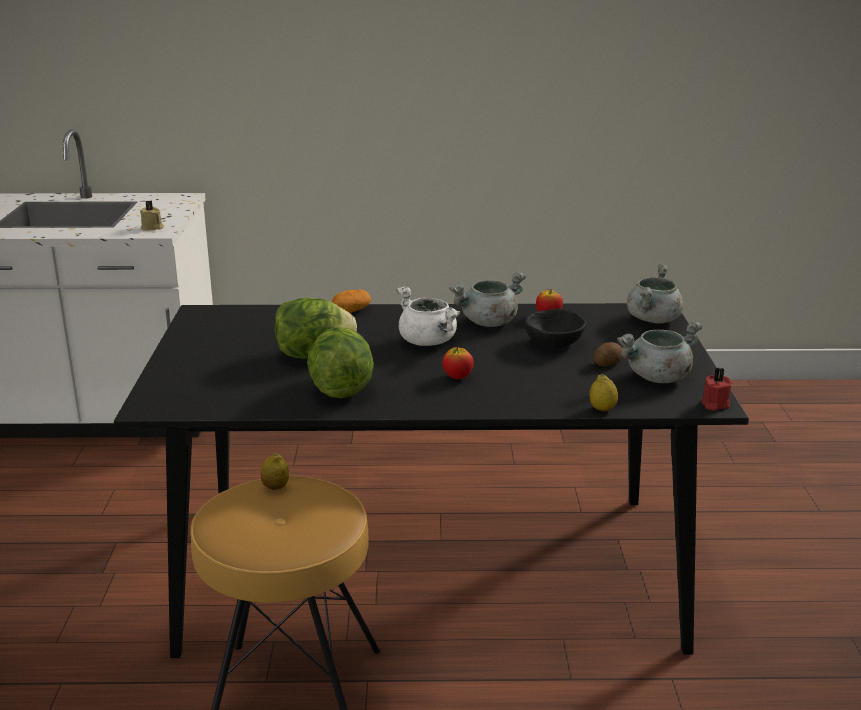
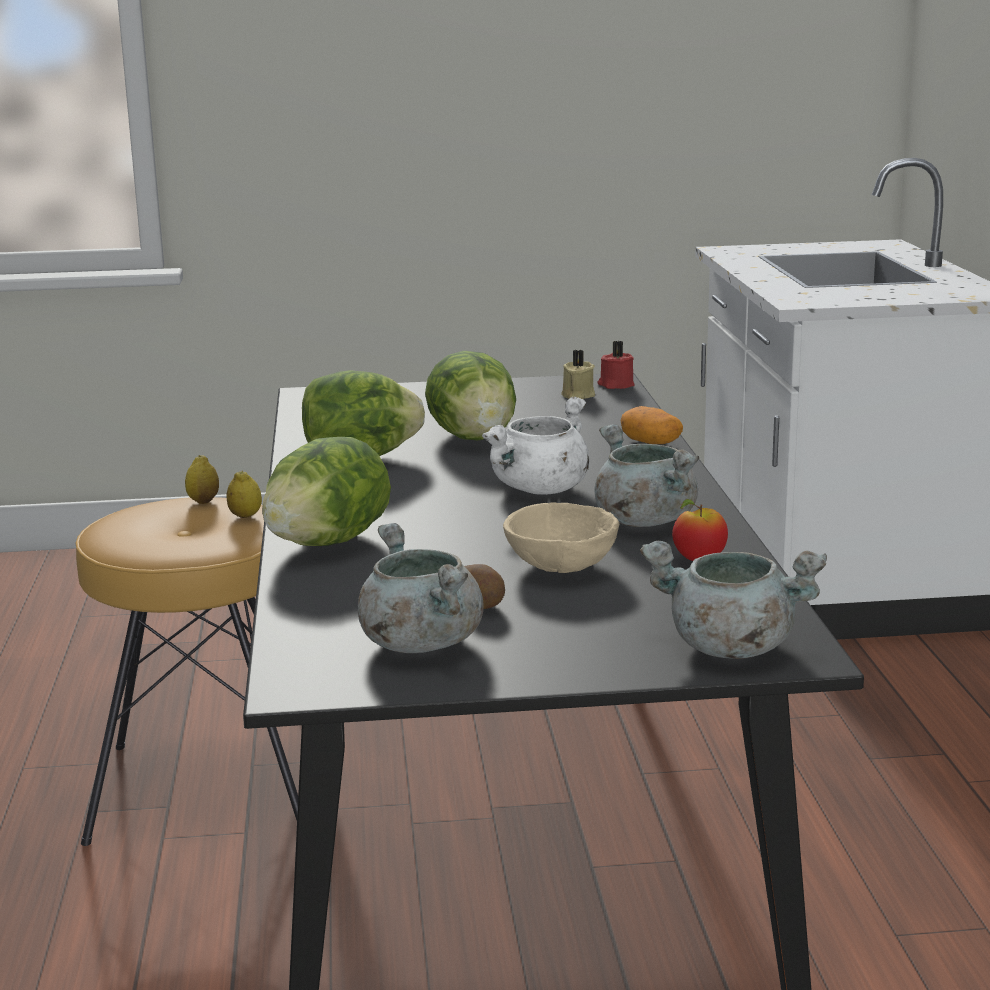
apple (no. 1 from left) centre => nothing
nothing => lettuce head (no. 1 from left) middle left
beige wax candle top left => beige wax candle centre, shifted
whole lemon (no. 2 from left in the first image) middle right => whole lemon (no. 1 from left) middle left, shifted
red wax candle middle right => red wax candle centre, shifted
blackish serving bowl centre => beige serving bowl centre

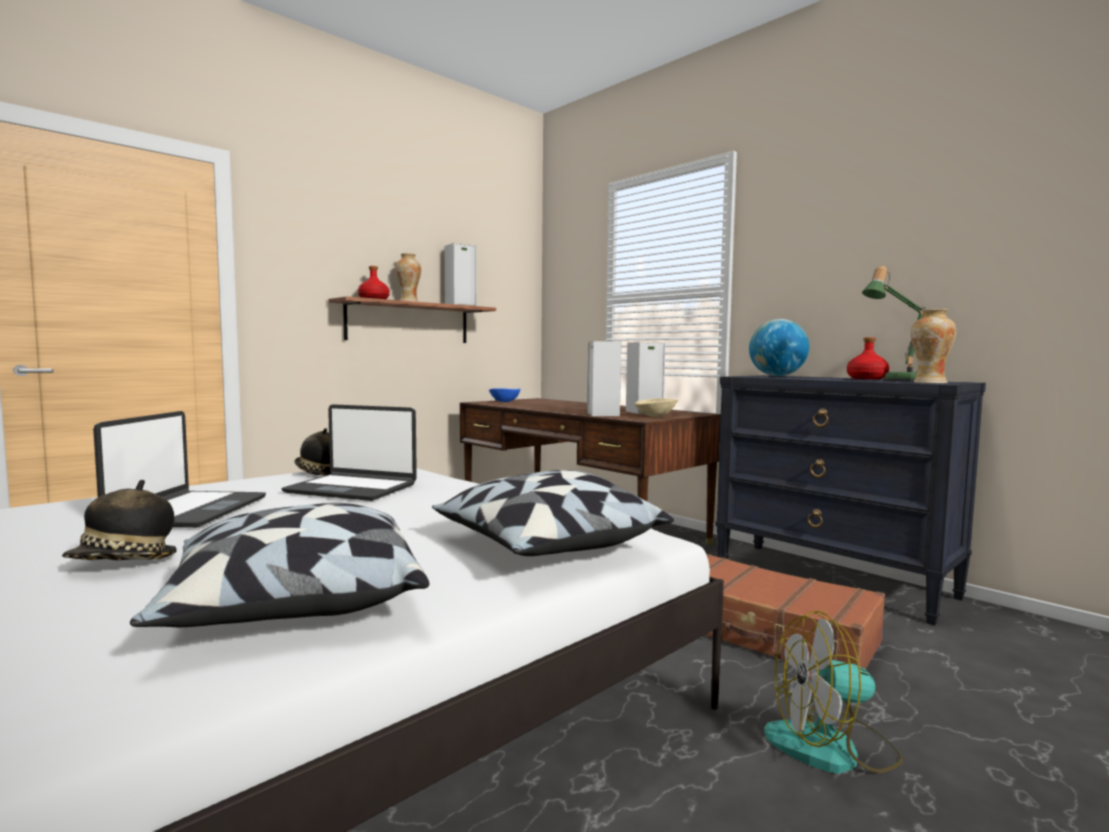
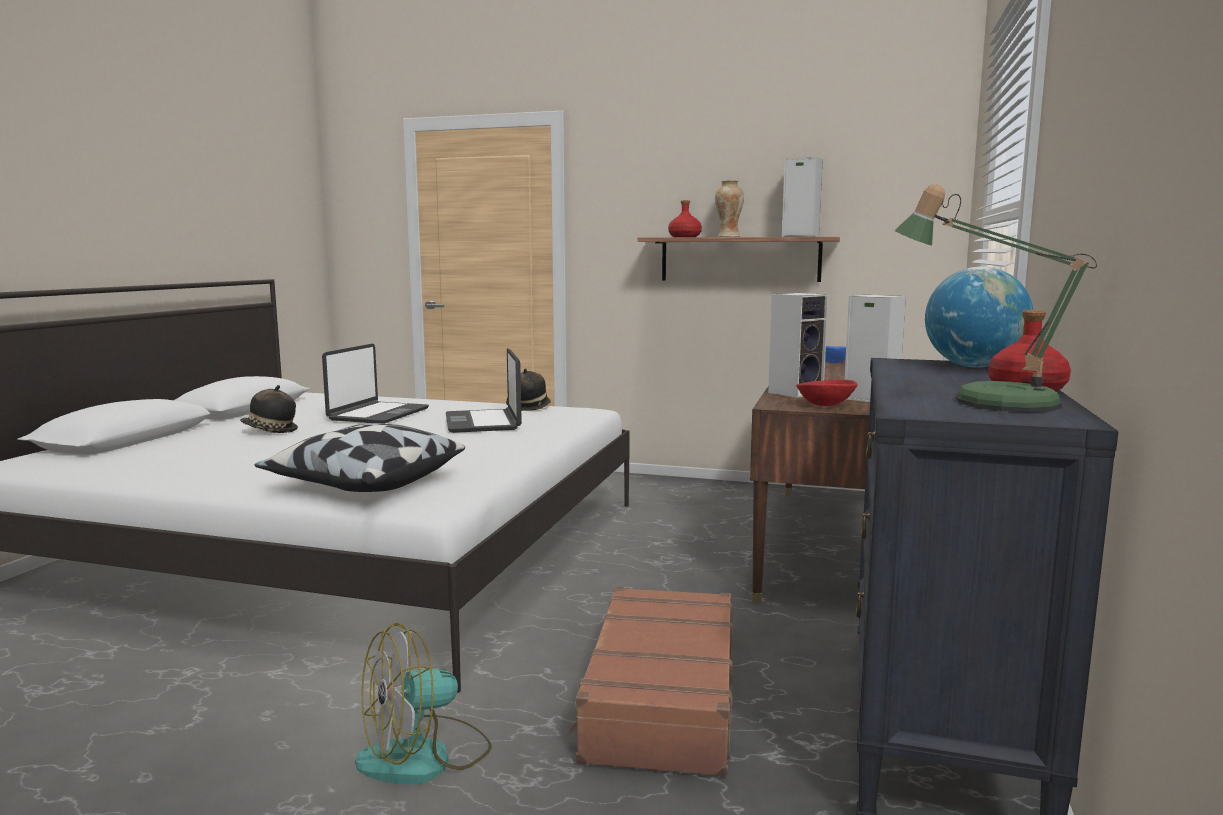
cushion (no. 1 from left) bottom left => nothing
decorative vase (no. 2 from left) middle right => nothing
beige serving bowl centre => red serving bowl middle right
notebook computer (no. 1 from left) middle left, 45 degrees counterclockwise
electric fan bottom right => electric fan bottom centre, 90 degrees counterclockwise

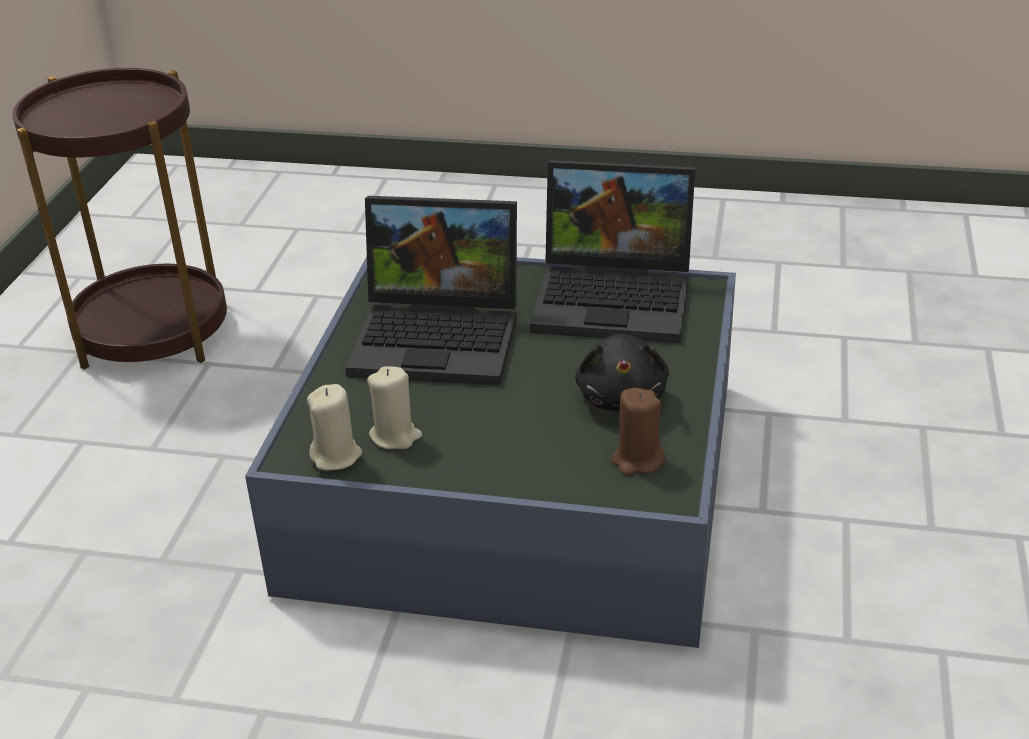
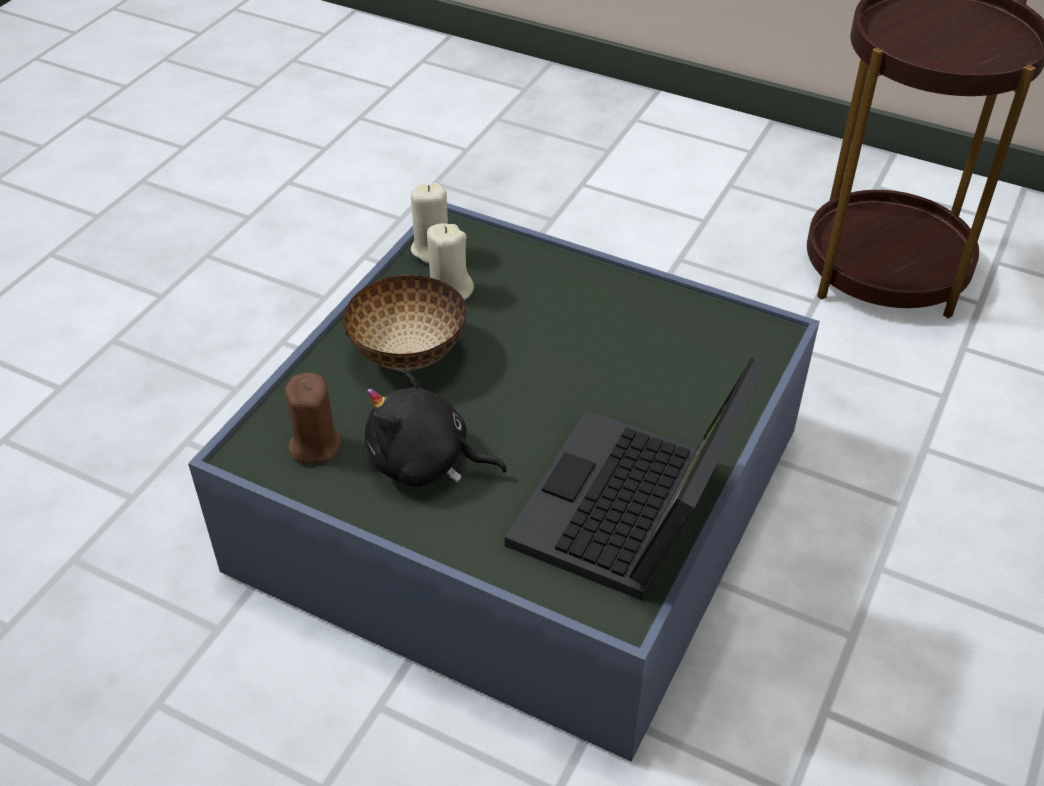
notebook computer (no. 1 from left) centre => nothing
nothing => serving bowl centre

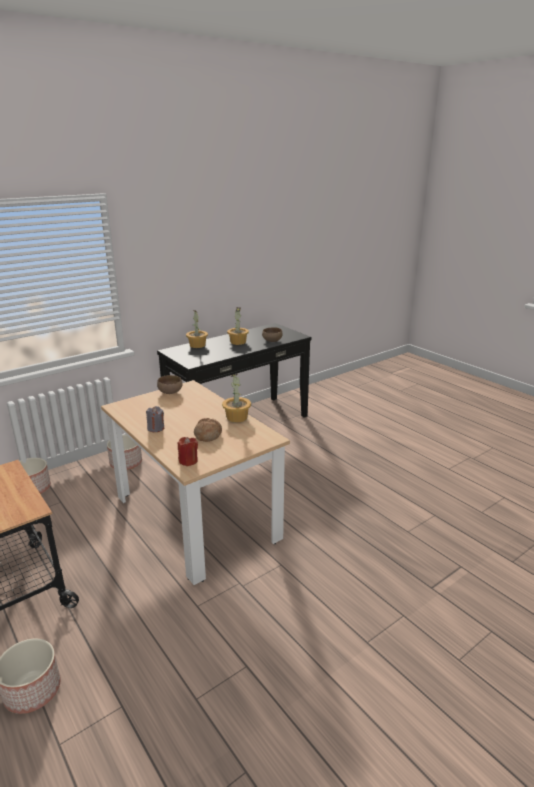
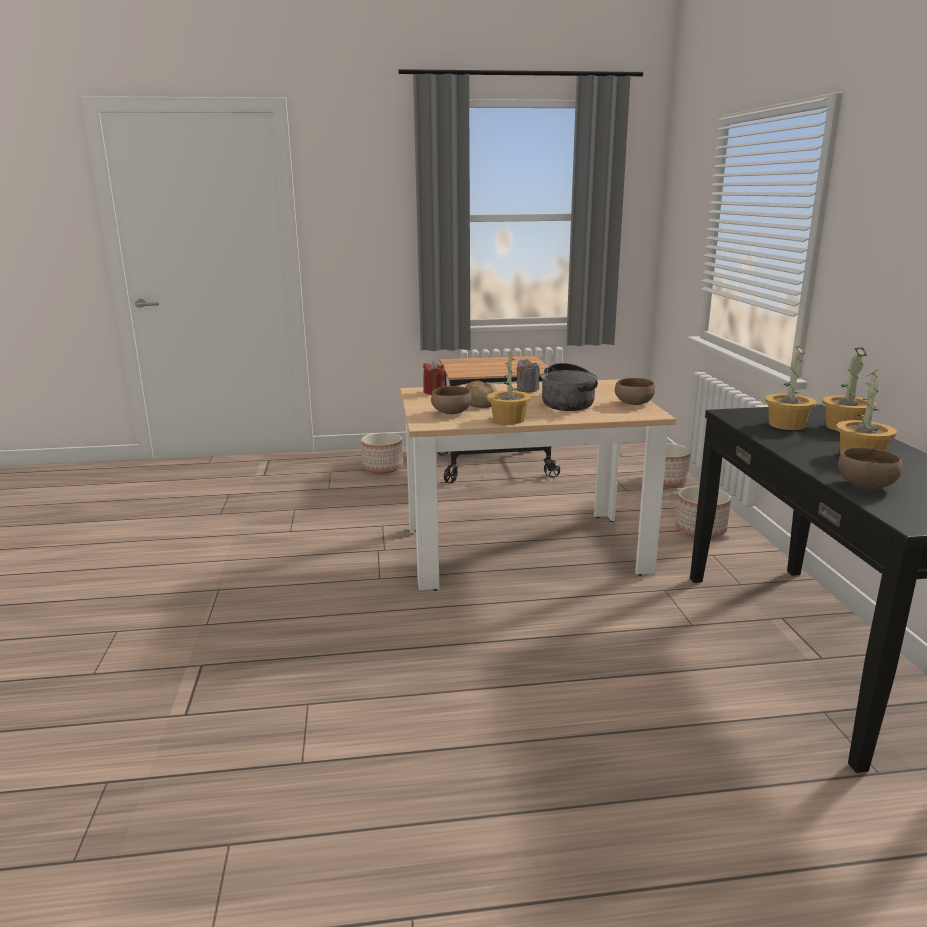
nothing => brown-coloured serving bowl (no. 1 from left) centre
nothing => saucepot centre
nothing => houseplant (no. 2 from left) middle right

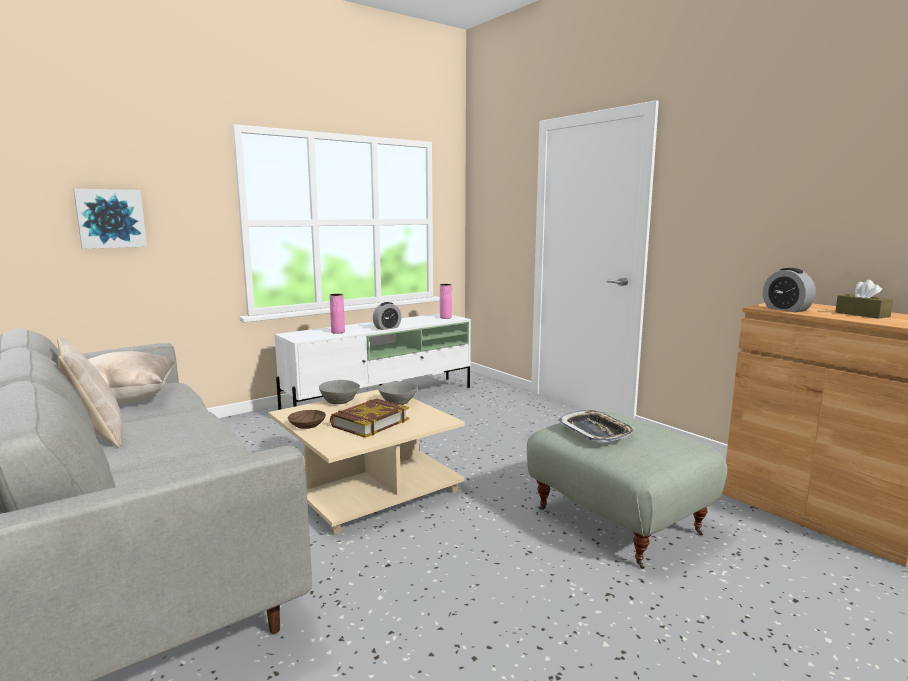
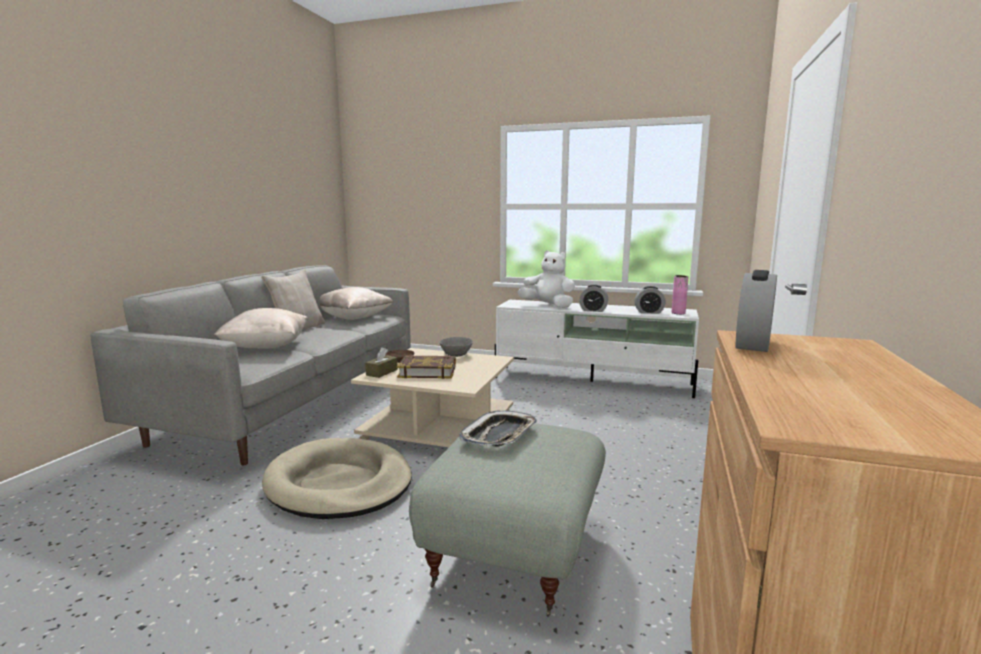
picture top left => nothing
gray serving bowl (no. 2 from left) centre => nothing
nothing => beige cushion (no. 1 from left) middle left
nothing => beige dog bed bottom centre
nothing => bedside clock (no. 2 from left) centre
brown-coloured box of tissues middle right => brown-coloured box of tissues centre, shifted
pink decorative vase (no. 1 from left) centre => whitish soft toy centre

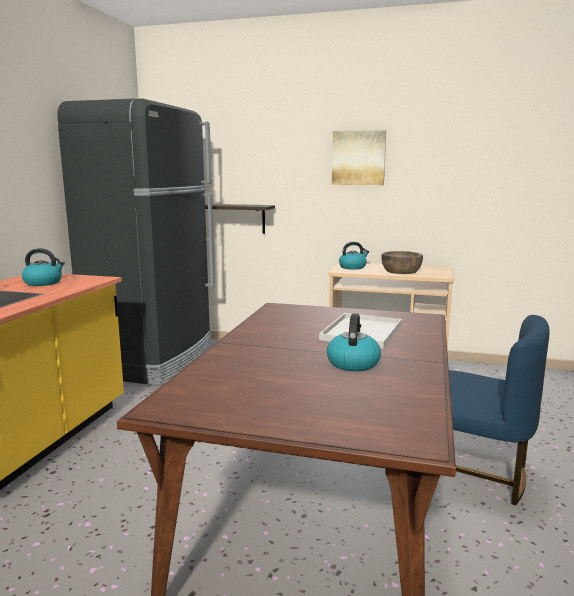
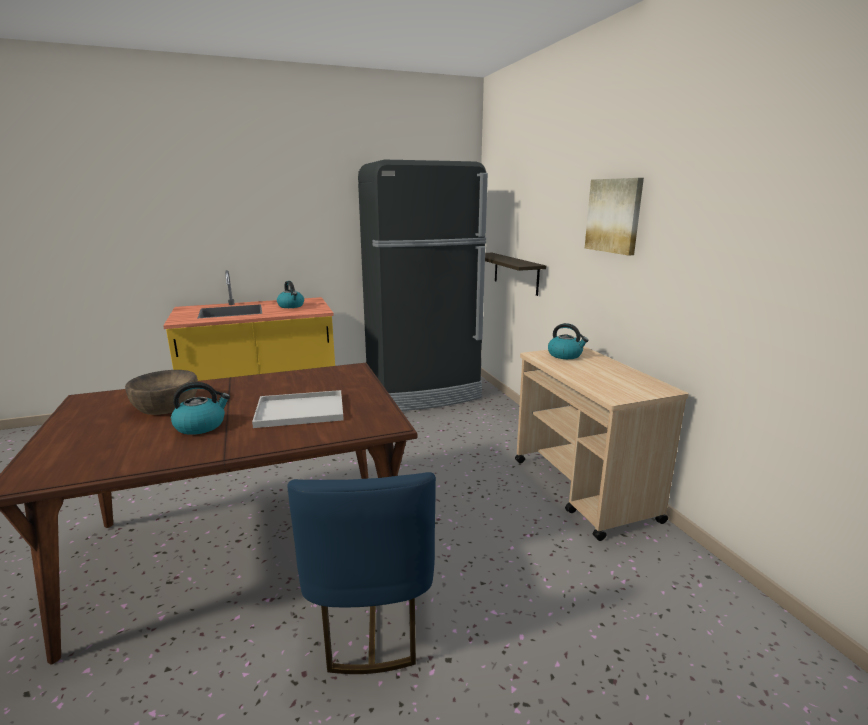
brown-coloured serving bowl middle right => brown-coloured serving bowl middle left, shifted

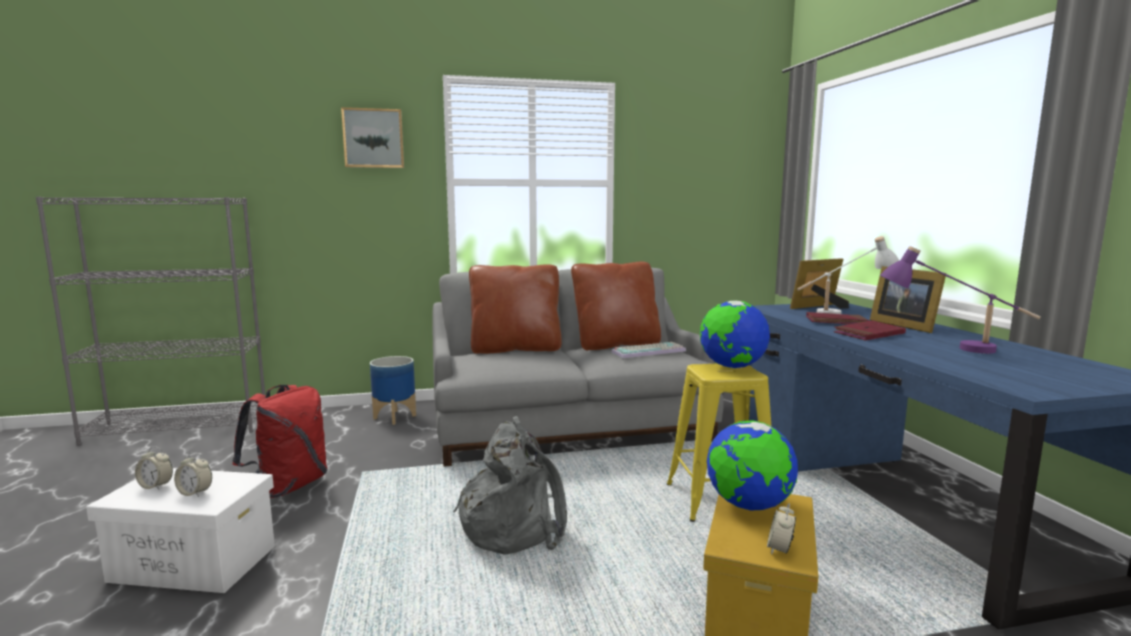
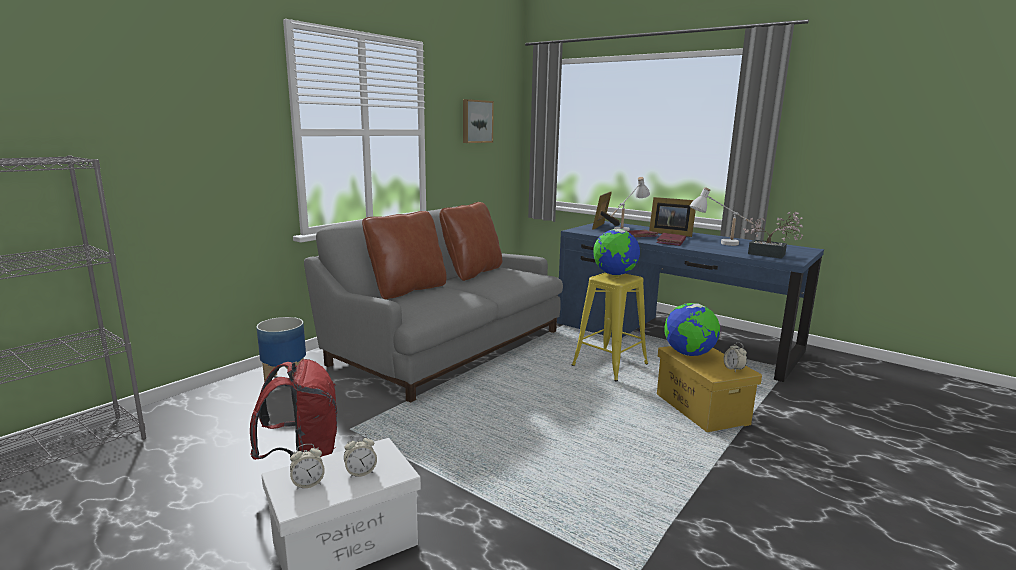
gray backpack bottom centre => nothing
computer keyboard centre => nothing
nothing => houseplant middle right
picture top left => picture top centre, shifted
purple lamp for a table middle right => whitish lamp for a table (no. 2 from left) middle right

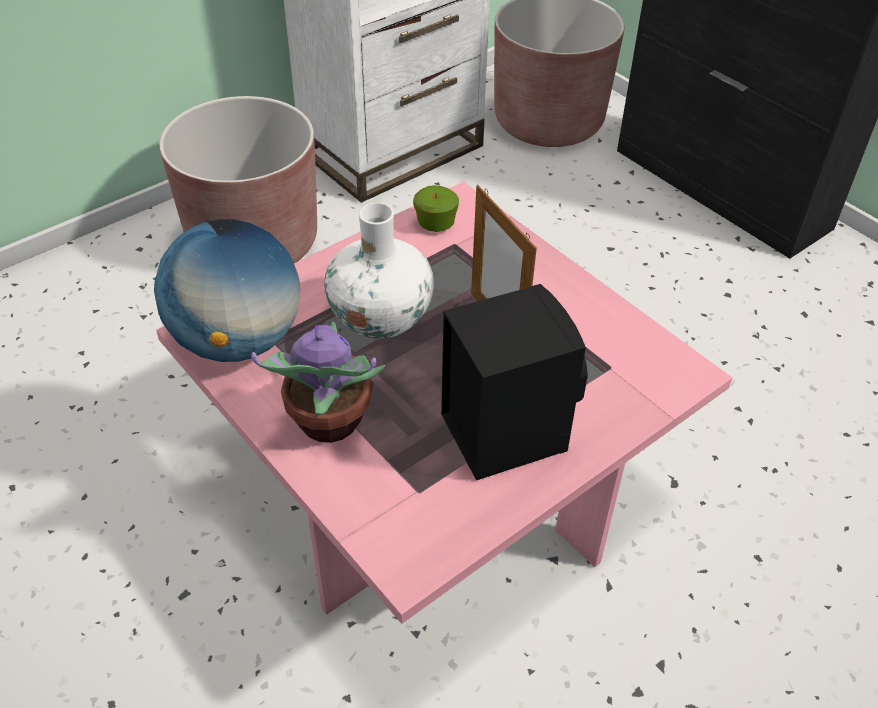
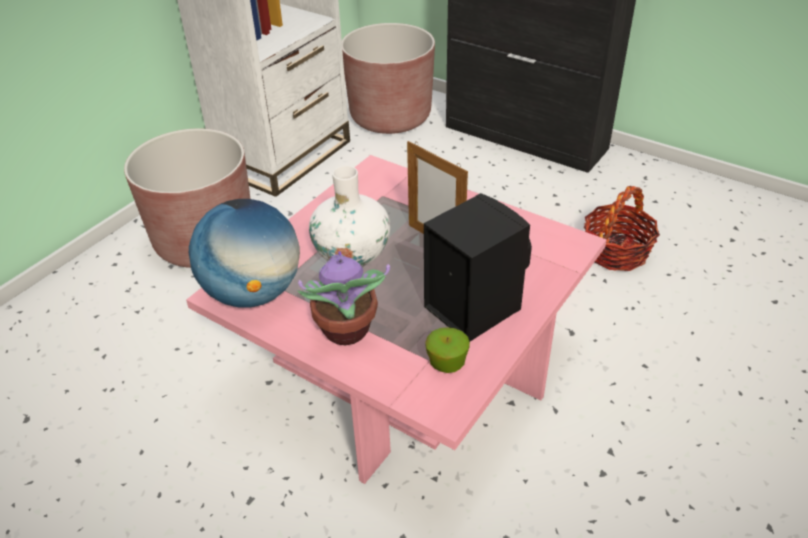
nothing => storage basket middle right
apple top centre => apple centre, shifted

